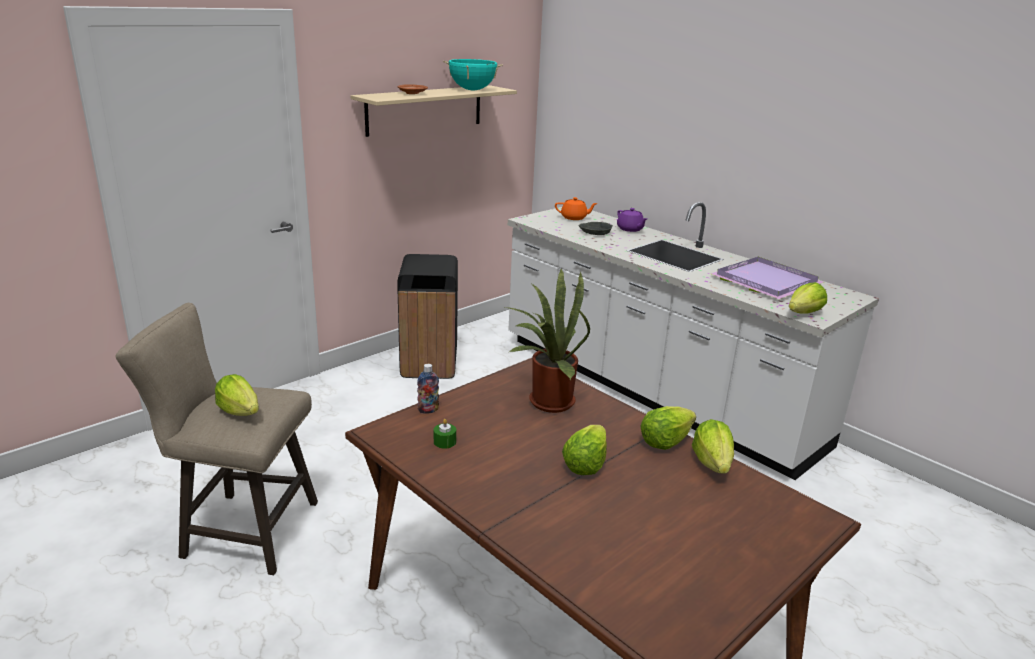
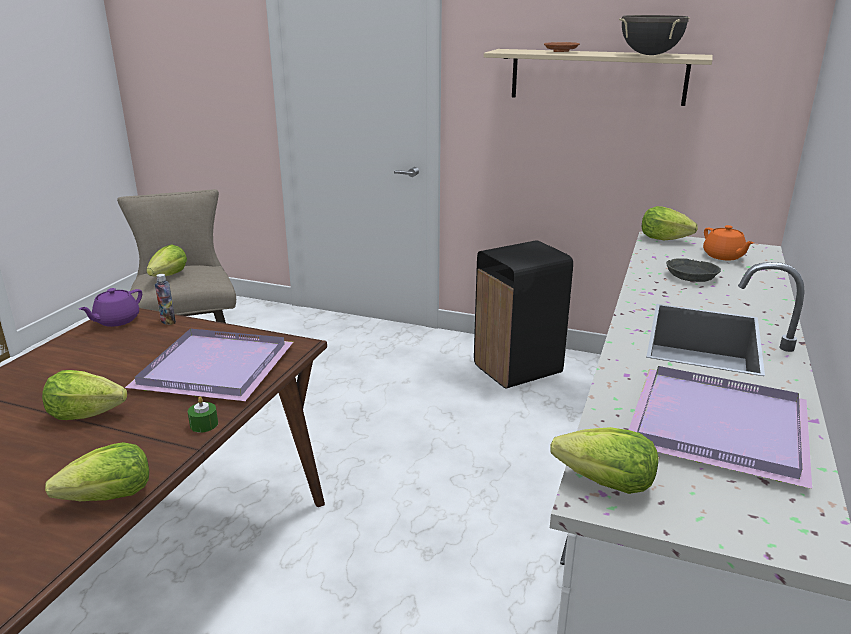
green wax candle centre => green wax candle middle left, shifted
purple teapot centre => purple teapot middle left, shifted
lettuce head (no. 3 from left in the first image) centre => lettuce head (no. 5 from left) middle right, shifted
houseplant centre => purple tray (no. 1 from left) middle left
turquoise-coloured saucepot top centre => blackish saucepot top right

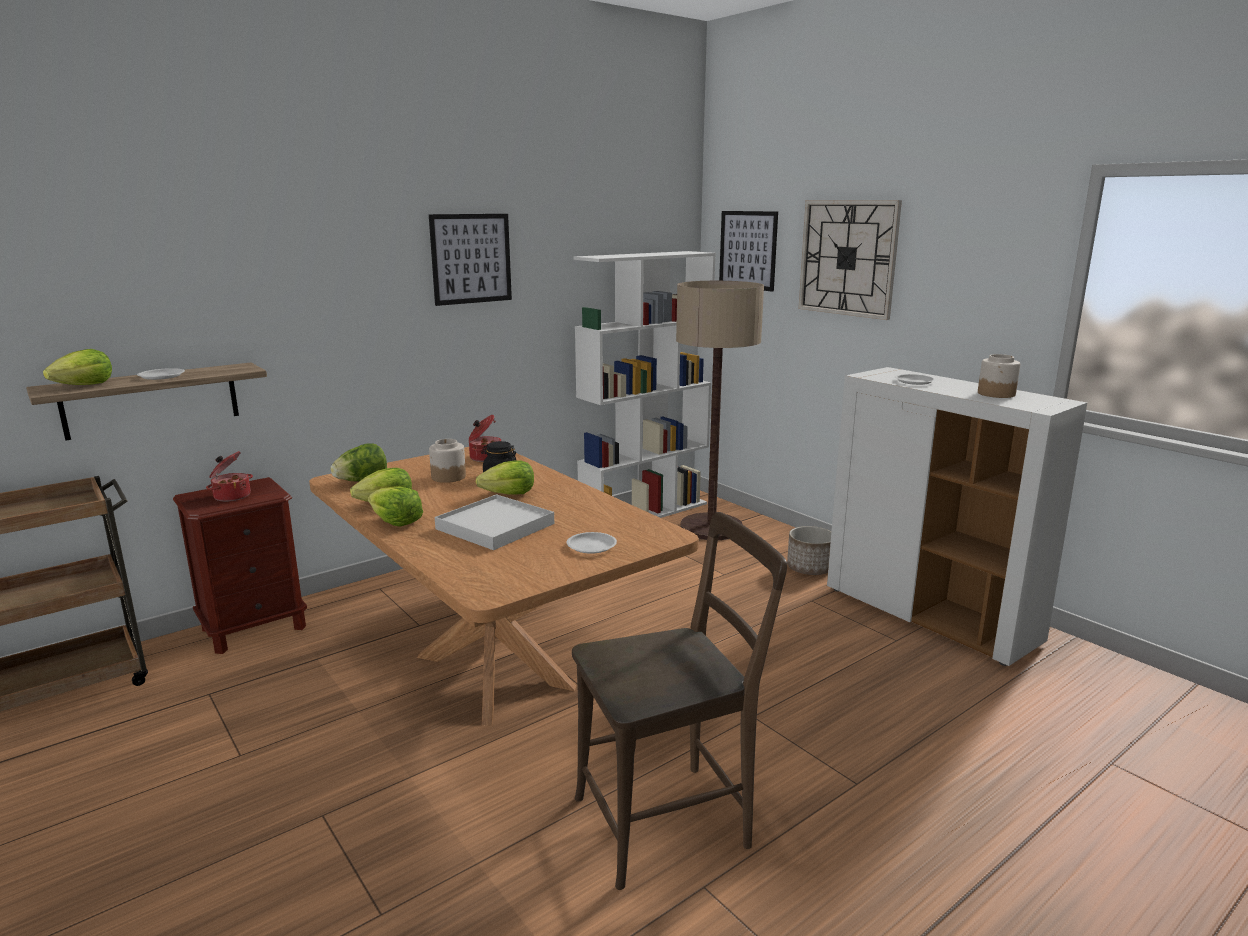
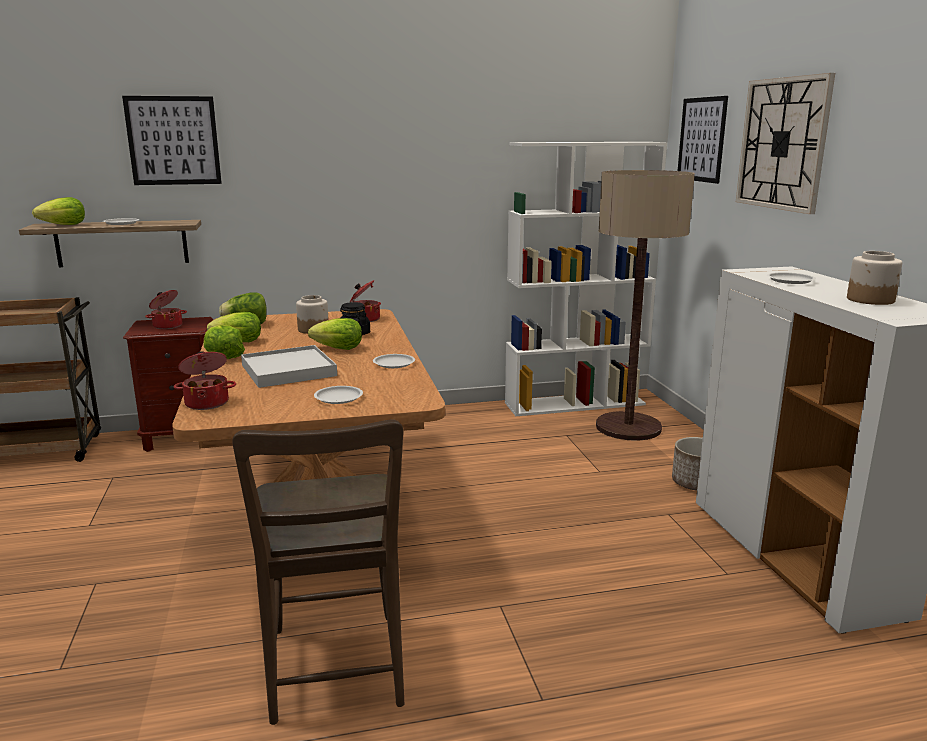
nothing => saucepot (no. 2 from left) middle left
nothing => whitish dinner plate (no. 3 from left) centre
picture (no. 1 from left) top centre => picture (no. 1 from left) top left, shifted
brown-coloured plain chair bottom centre, 75 degrees clockwise

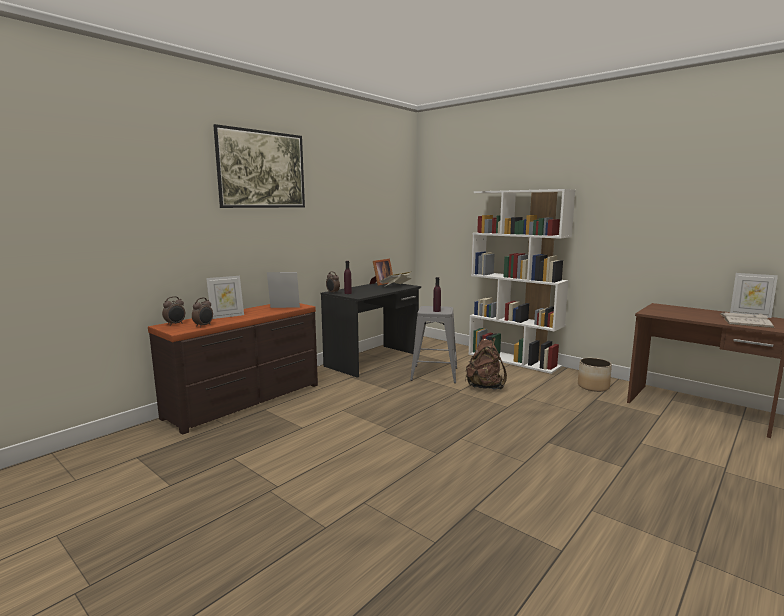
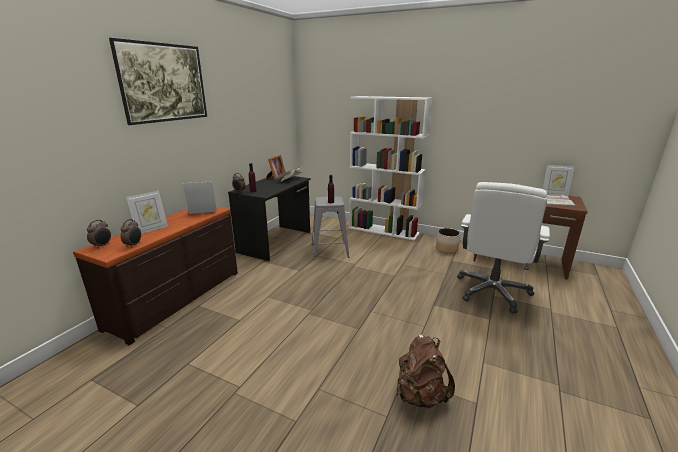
nothing => whitish office chair middle right
brown-coloured backpack centre => brown-coloured backpack bottom centre, shifted

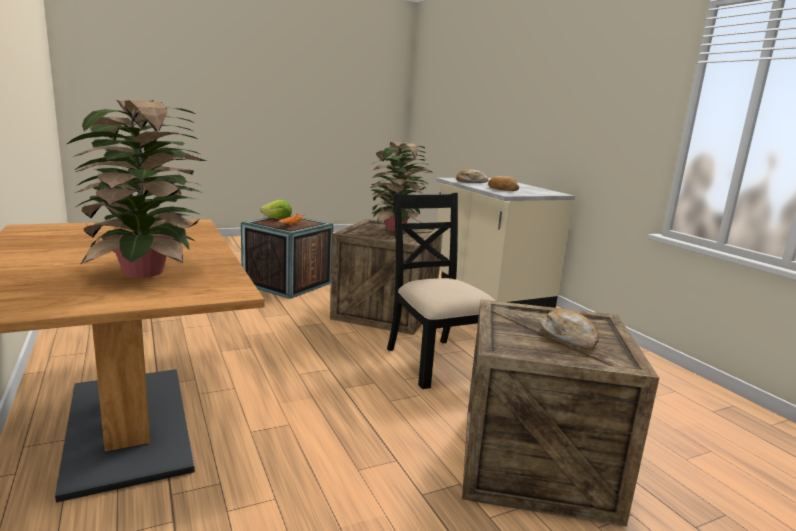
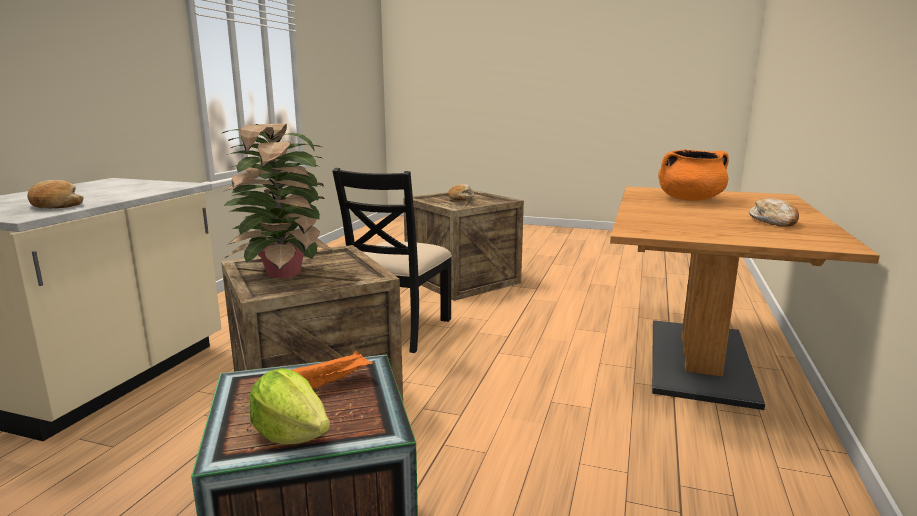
bakery bread (no. 2 from left in the first image) centre => bakery bread (no. 3 from left) middle right, shifted
houseplant (no. 1 from left) middle left => orangey saucepot middle right

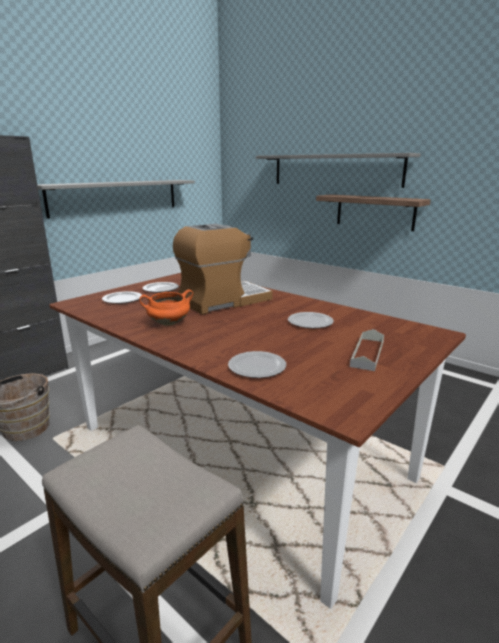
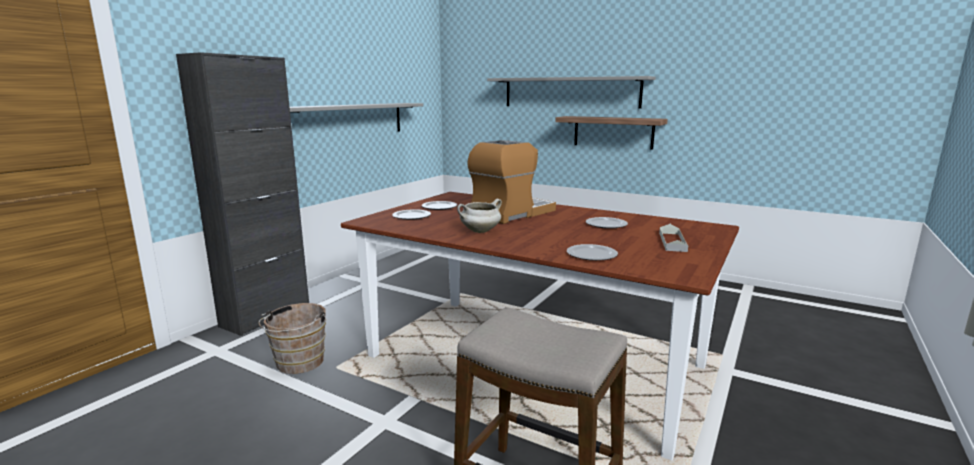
orangey saucepot middle left => whitish saucepot centre

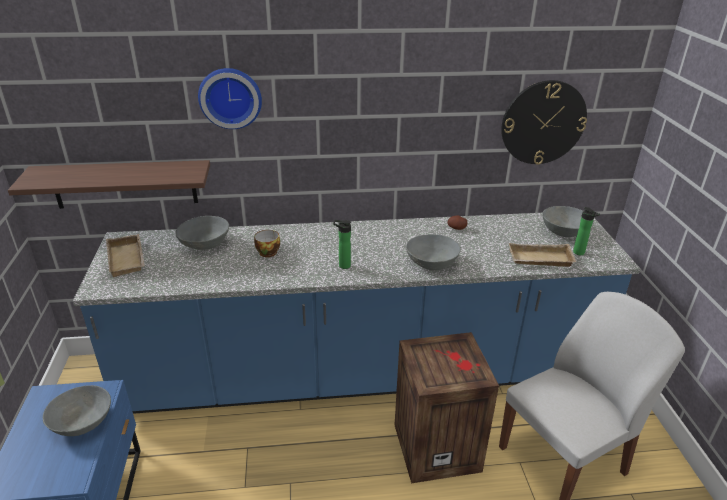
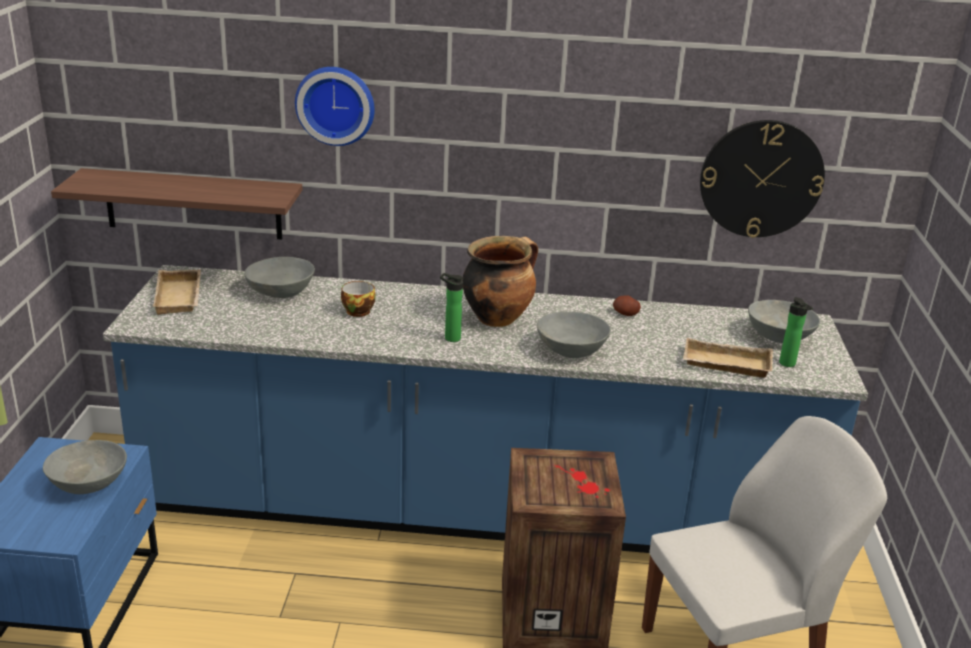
nothing => saucepot centre

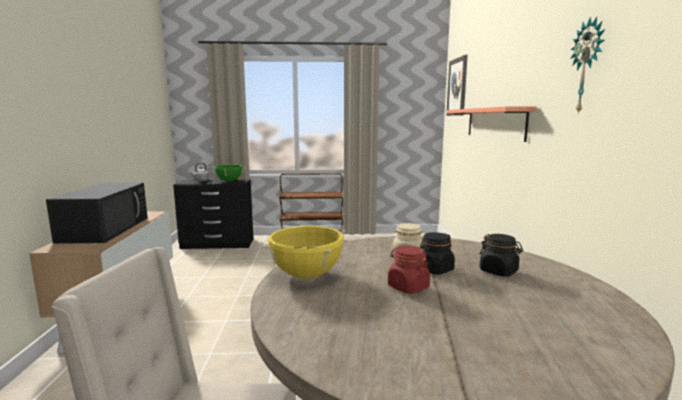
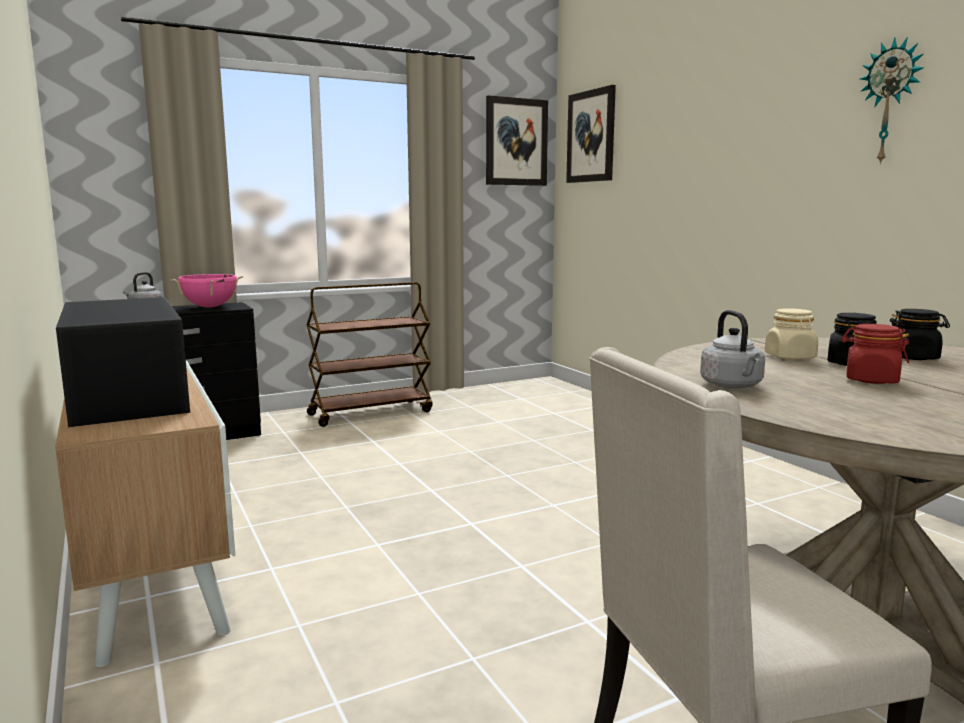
bracket shelf top right => nothing
nothing => picture (no. 1 from left) top centre
yellow saucepot centre => gray kettle (no. 2 from left) middle right
green saucepot centre => pink saucepot middle left

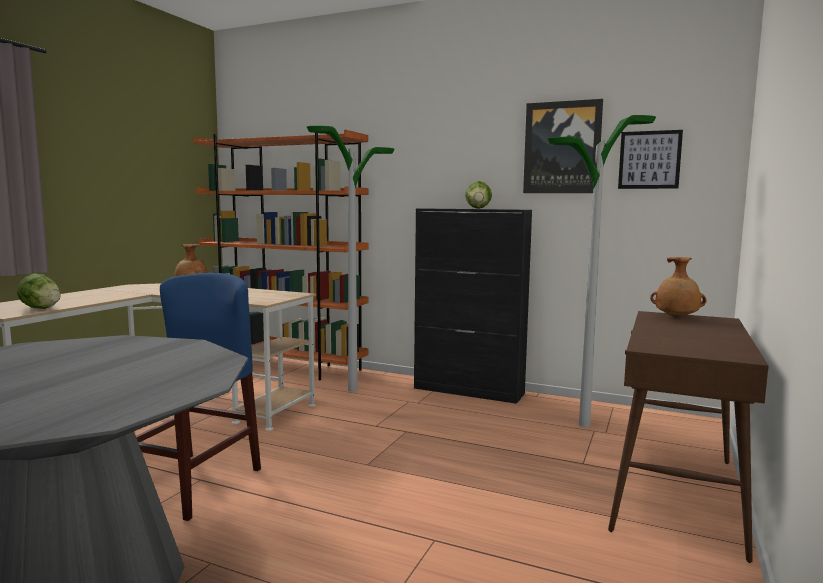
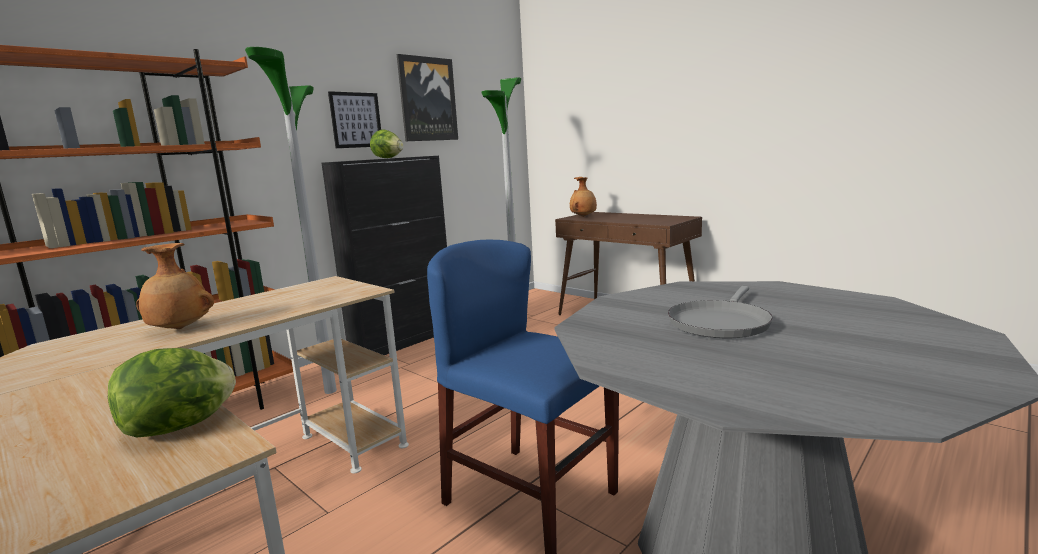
nothing => gray frying pan middle right
picture (no. 2 from left in the first image) top right => picture (no. 1 from left) top centre, shifted

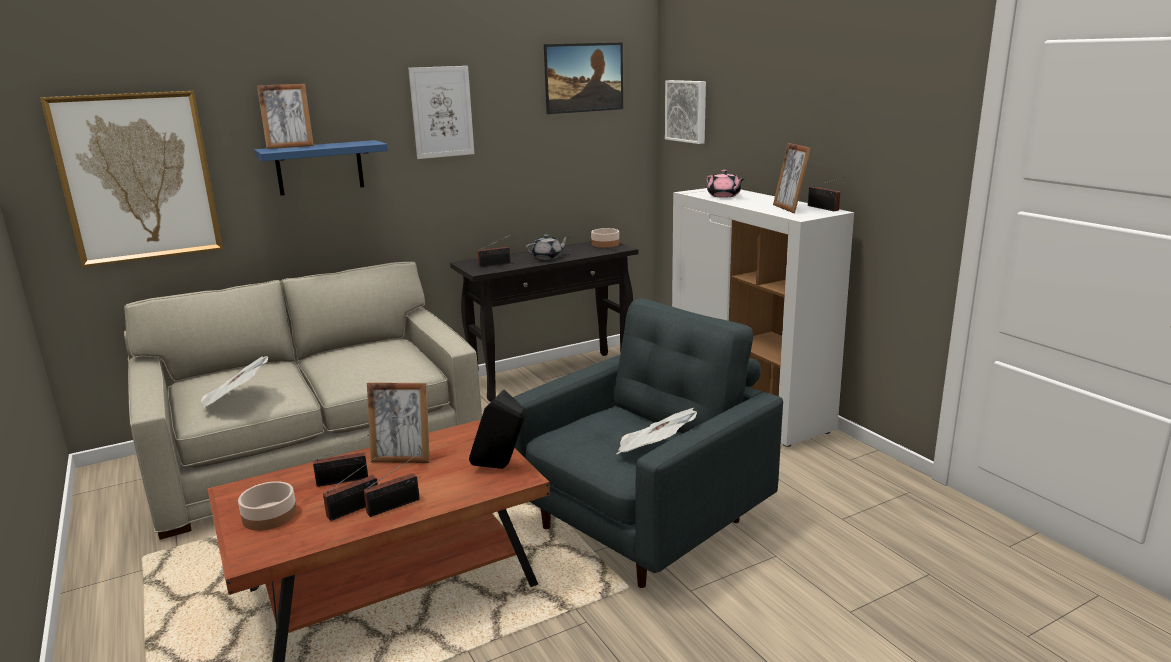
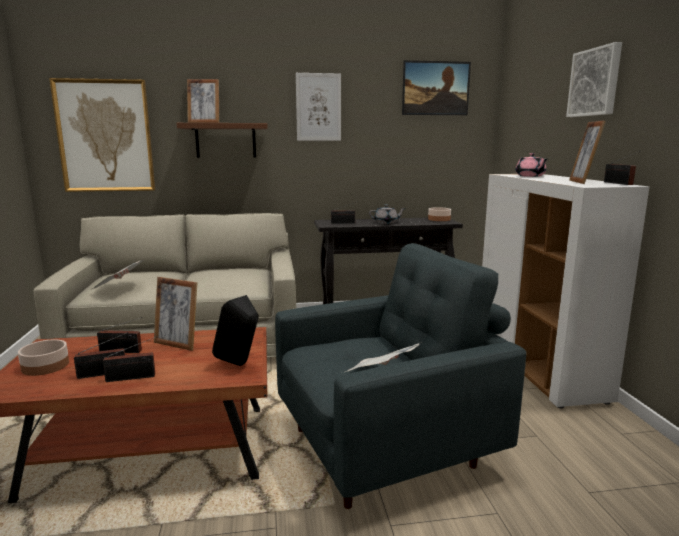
picture (no. 4 from left) top centre => picture (no. 4 from left) top right, shifted
bluish bracket shelf top left => brown-coloured bracket shelf top left

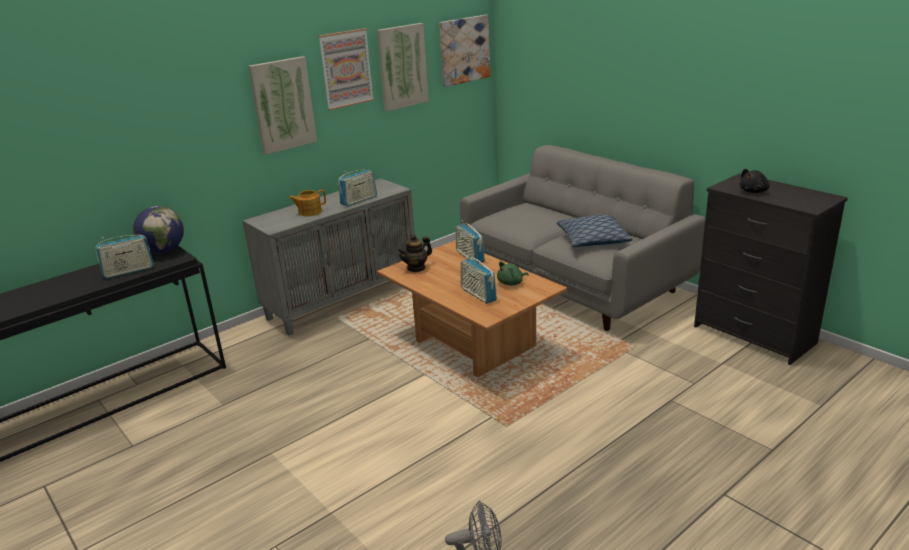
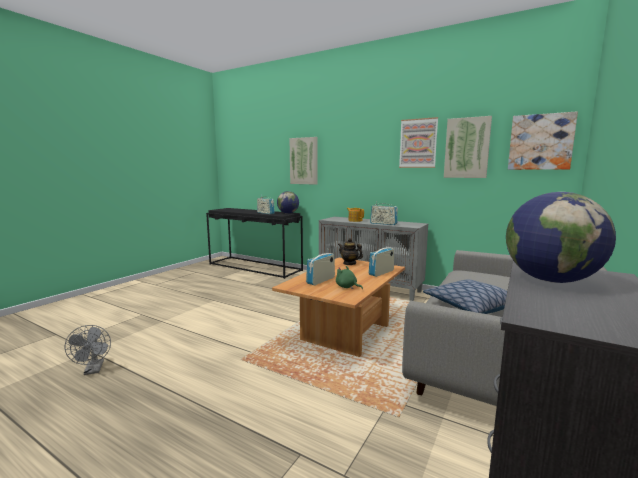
picture (no. 1 from left) top left => picture (no. 1 from left) centre, shifted
blackish soft toy top right => world globe (no. 2 from left) middle right

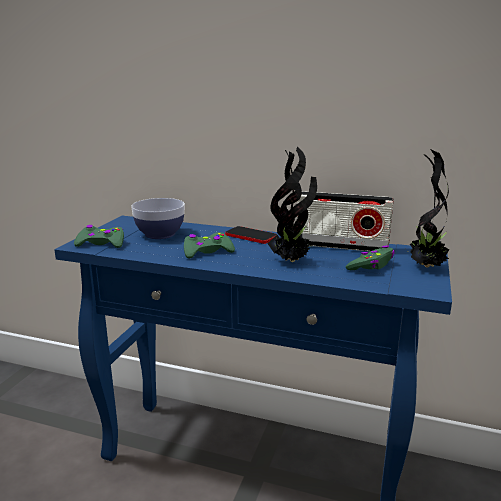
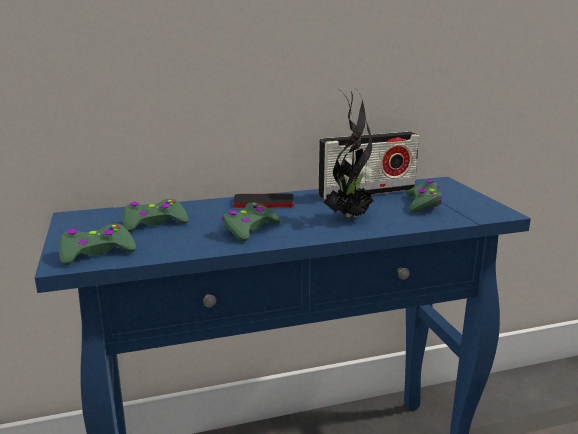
houseplant (no. 2 from left) middle right => nothing
serving bowl middle left => green joypad (no. 2 from left) middle left

